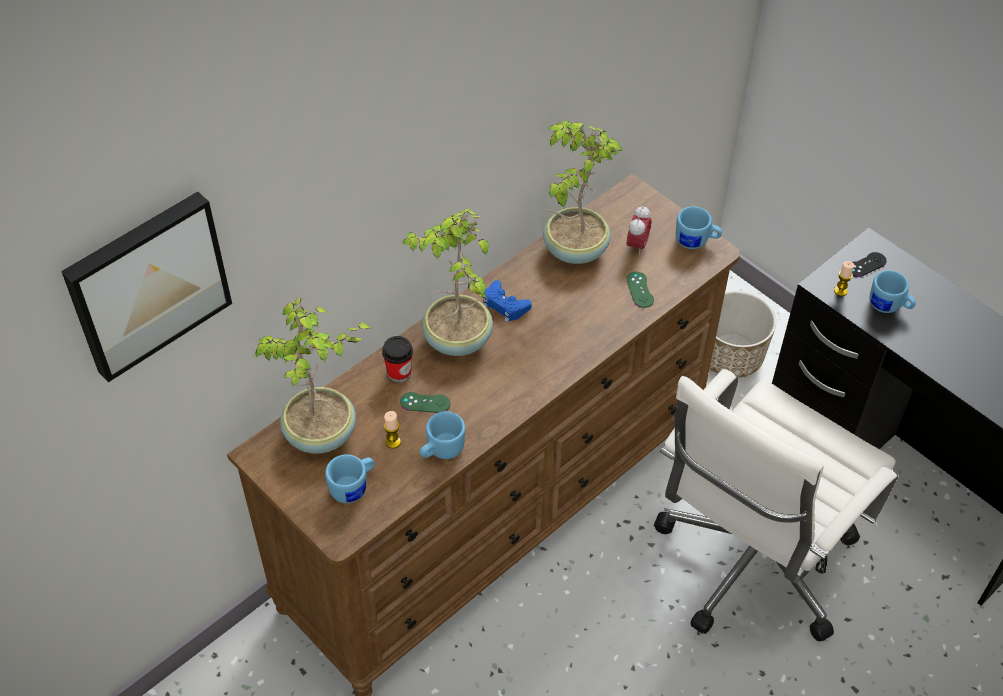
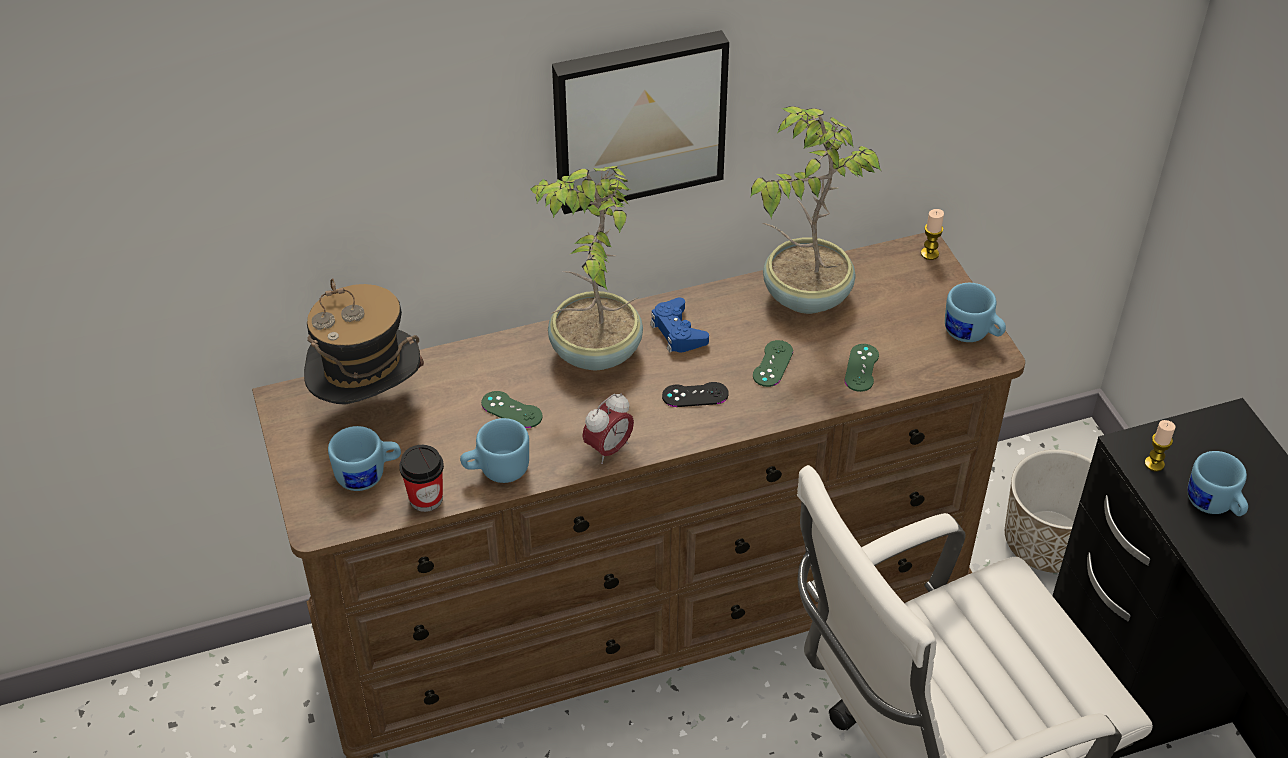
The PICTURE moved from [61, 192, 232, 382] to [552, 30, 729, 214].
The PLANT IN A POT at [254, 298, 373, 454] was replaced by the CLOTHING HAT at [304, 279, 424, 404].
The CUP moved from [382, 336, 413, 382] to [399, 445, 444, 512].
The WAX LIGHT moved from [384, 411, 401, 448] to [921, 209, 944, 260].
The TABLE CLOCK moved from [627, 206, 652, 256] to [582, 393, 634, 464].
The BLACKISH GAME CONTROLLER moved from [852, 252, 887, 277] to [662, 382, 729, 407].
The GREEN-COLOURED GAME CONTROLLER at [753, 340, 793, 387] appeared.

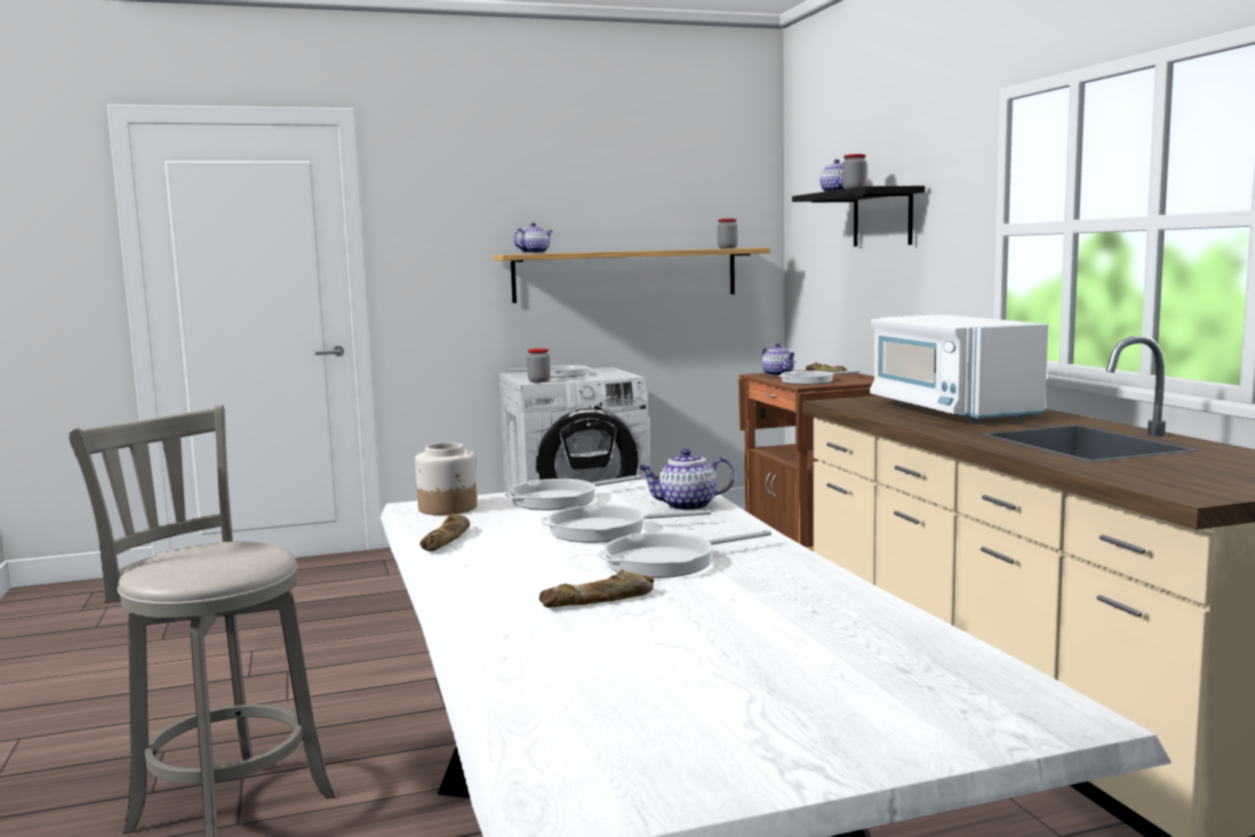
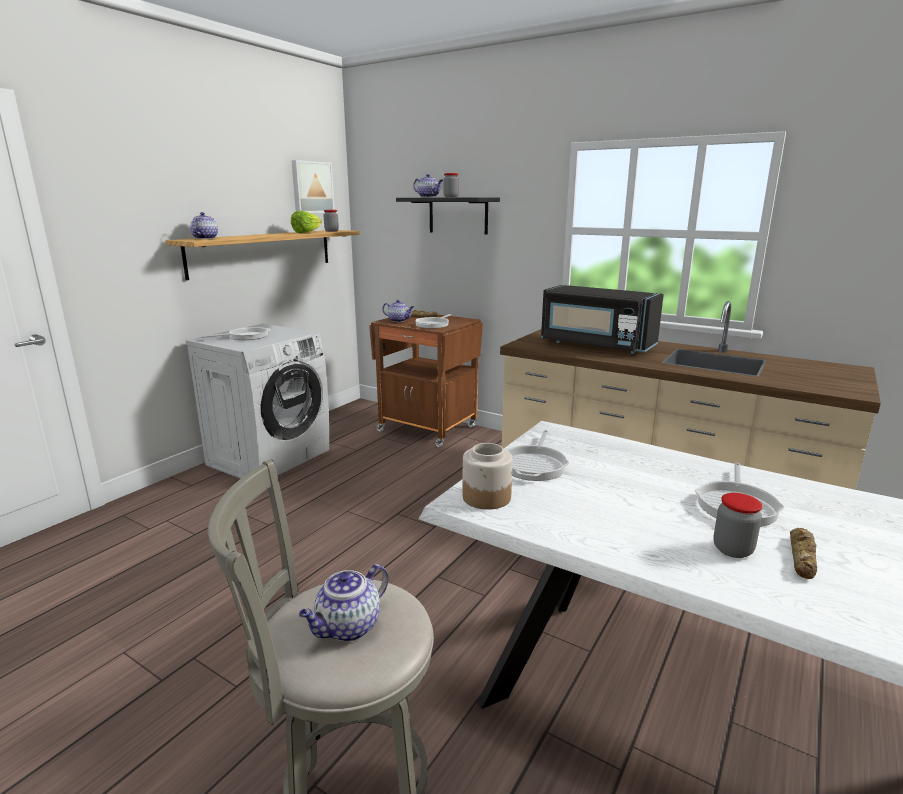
The BREAD at [420, 514, 470, 551] disappeared.
The PRESERVE JAR moved from [527, 348, 550, 383] to [713, 493, 762, 558].
The FRYING PAN at [541, 504, 711, 543] disappeared.
The TEAPOT moved from [638, 449, 735, 511] to [299, 564, 388, 642].
The WHITE KITCHEN MICROWAVE at [870, 315, 1048, 423] became the BLACKISH KITCHEN MICROWAVE at [541, 285, 664, 354].
The PICTURE at [291, 160, 335, 213] appeared.
The LETTUCE HEAD at [291, 211, 322, 233] appeared.

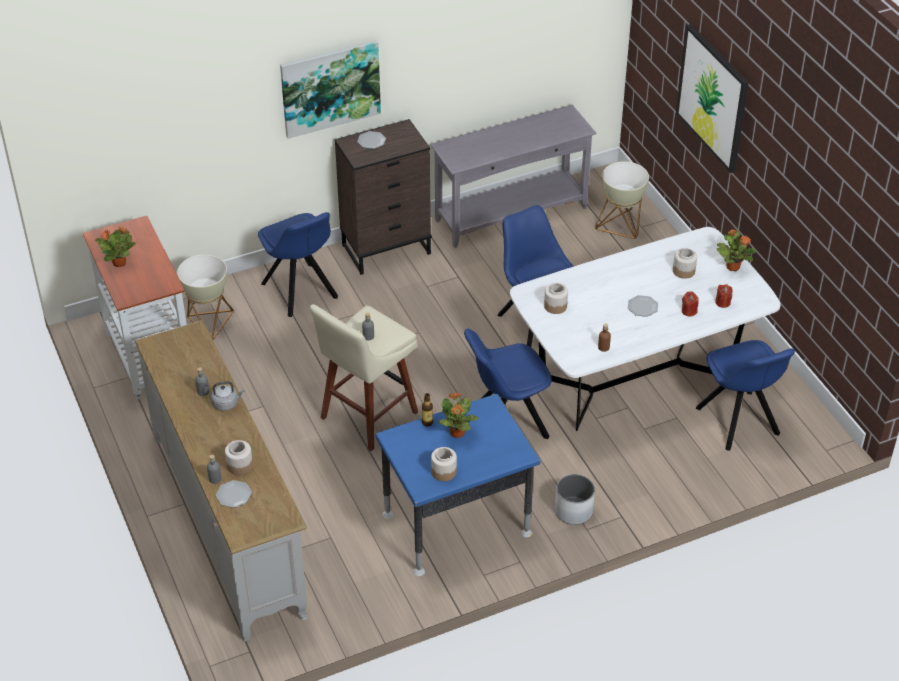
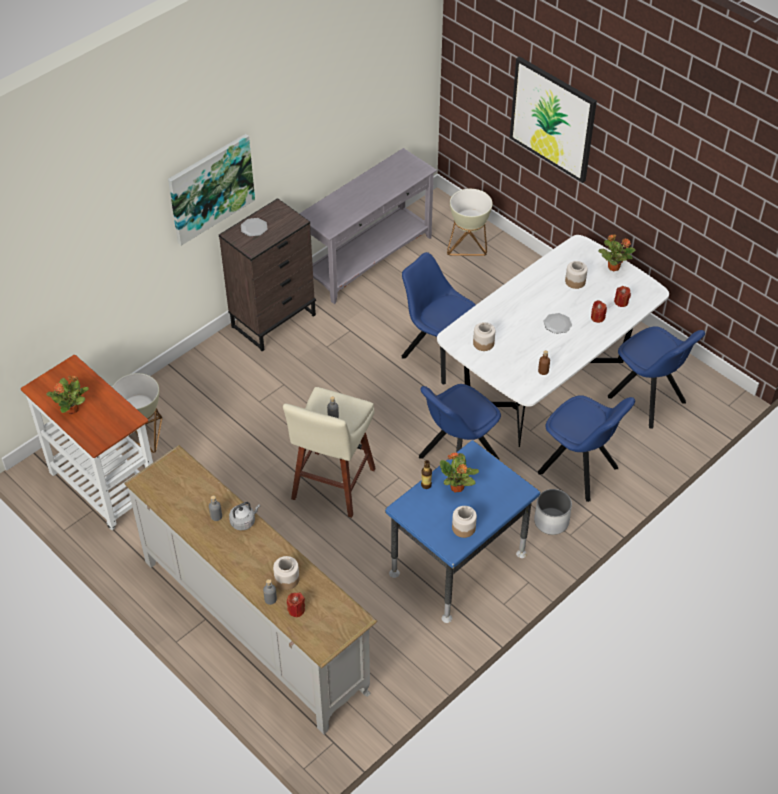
The DINNER PLATE at [216, 480, 252, 508] was replaced by the REDDISH WAX LIGHT at [287, 592, 305, 618].
The BLUE-COLOURED CHAIR moved from [258, 212, 338, 317] to [538, 395, 635, 502].

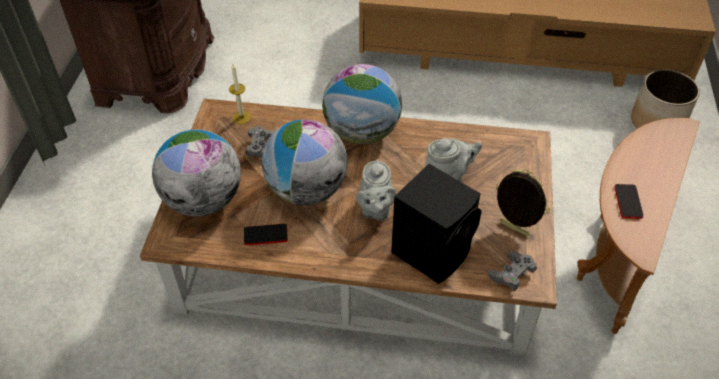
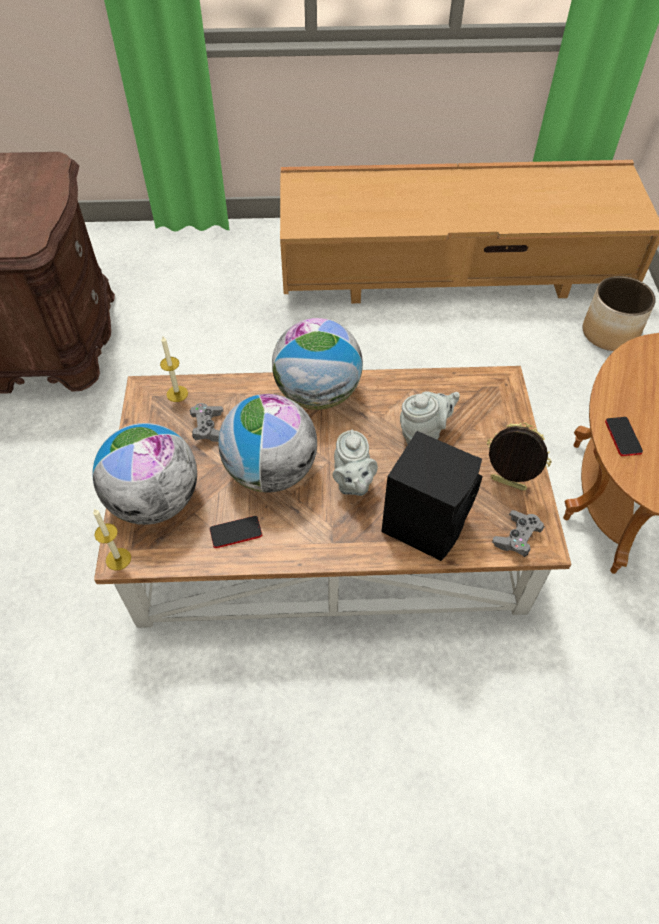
The WAX LIGHT at [93, 509, 131, 570] appeared.

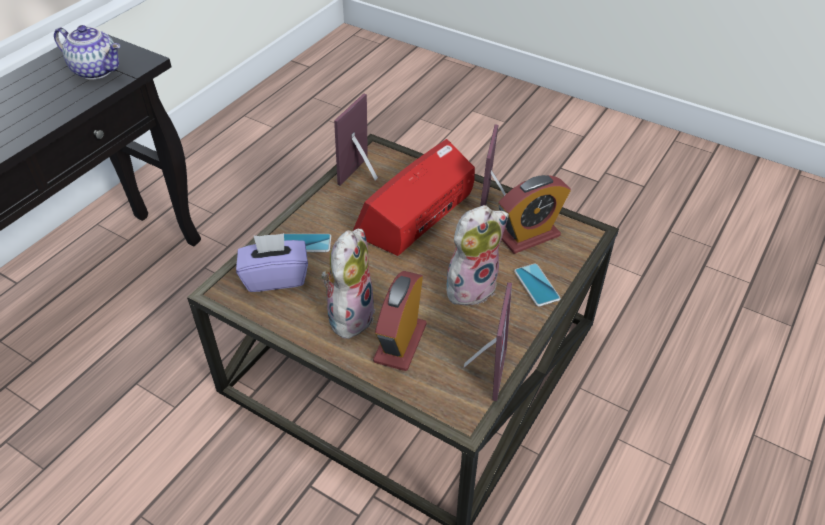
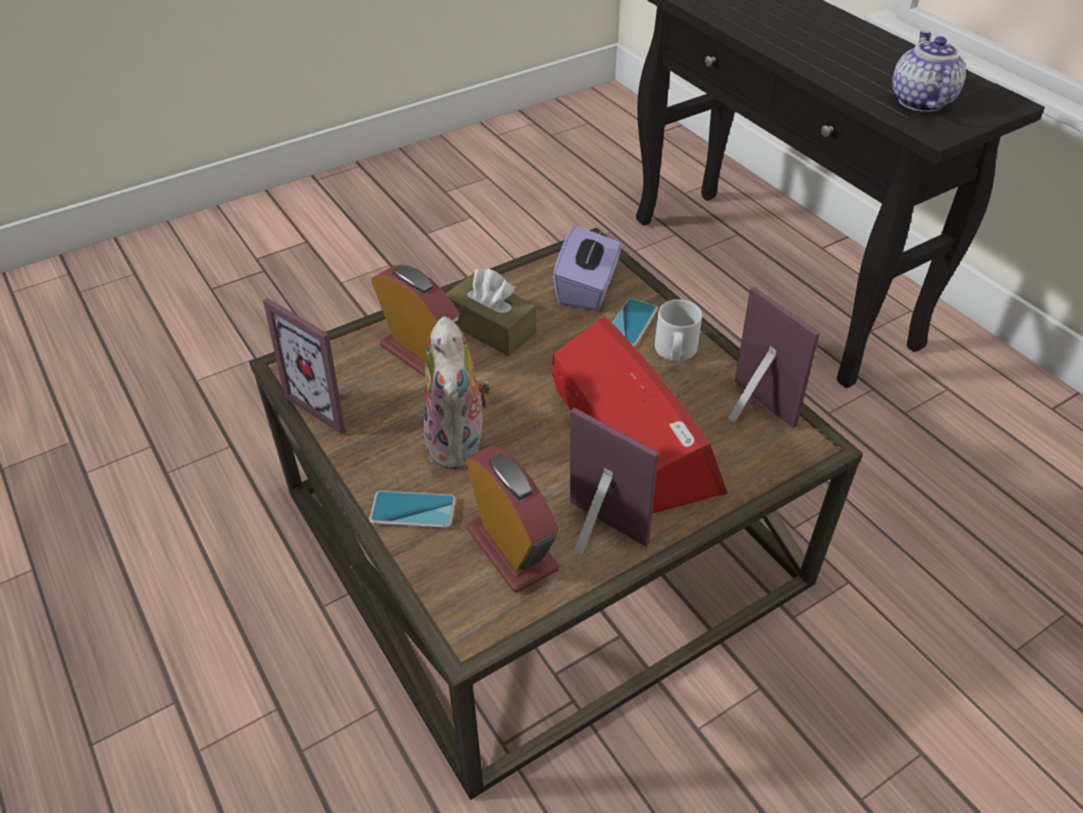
The TEAPOT at [54, 25, 120, 80] turned 135 degrees clockwise.
The SOFT TOY at [321, 229, 375, 339] was replaced by the BROWN BOX OF TISSUES at [445, 269, 536, 356].
The TABLE CLOCK at [498, 175, 571, 254] turned 150 degrees clockwise.
The GREYISH COFFEE MUG at [655, 299, 702, 362] appeared.

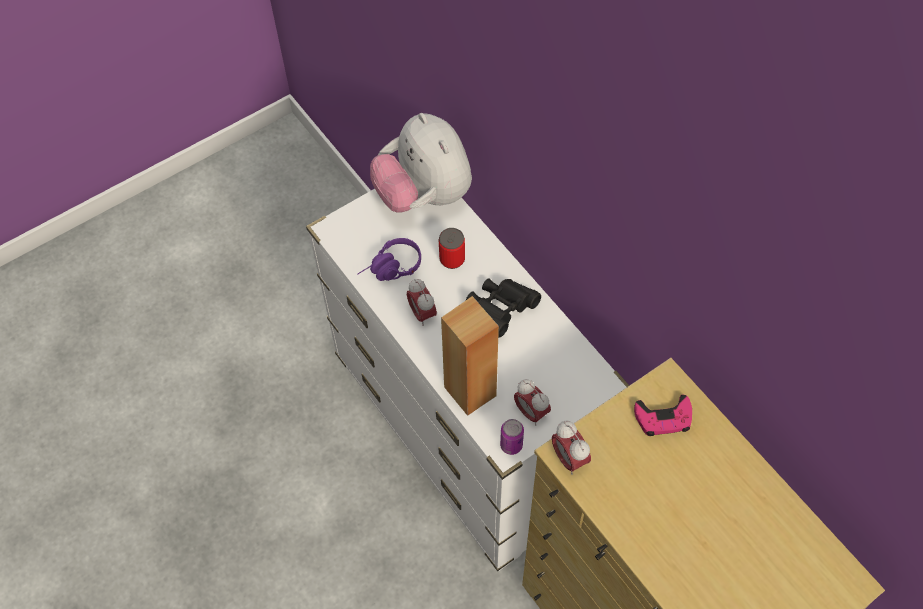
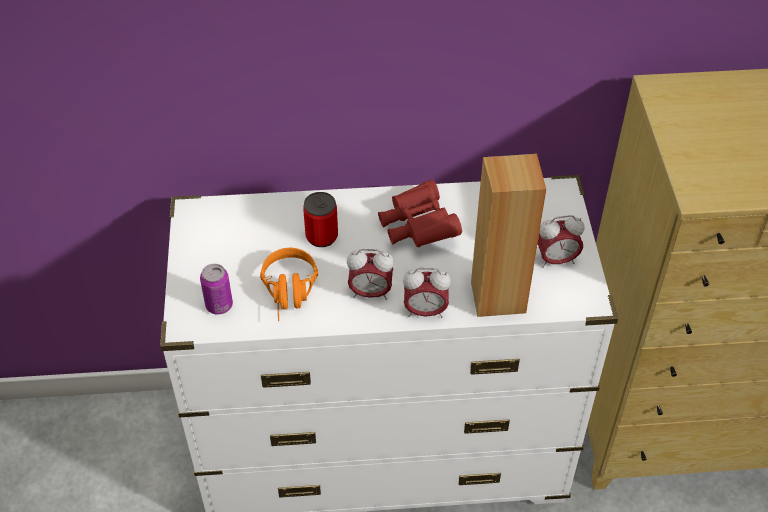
The PURPLE HEADPHONES at [357, 238, 421, 281] became the ORANGE HEADPHONES at [260, 248, 318, 321].
The SOFT TOY at [370, 113, 472, 213] disappeared.
The BLACKISH FIELD GLASSES at [466, 278, 541, 337] became the REDDISH FIELD GLASSES at [378, 180, 462, 247].
The SEALED CAN moved from [500, 419, 524, 455] to [200, 264, 233, 314].
The TABLE CLOCK moved from [552, 421, 591, 475] to [403, 268, 451, 318].
The PINK-COLOURED GAME CONTROLLER at [634, 395, 692, 436] disappeared.

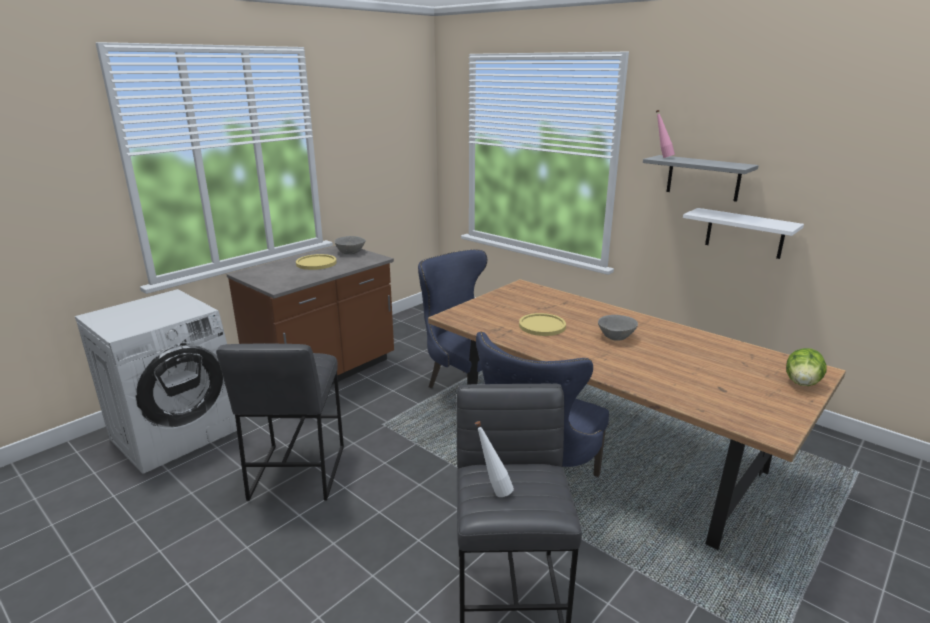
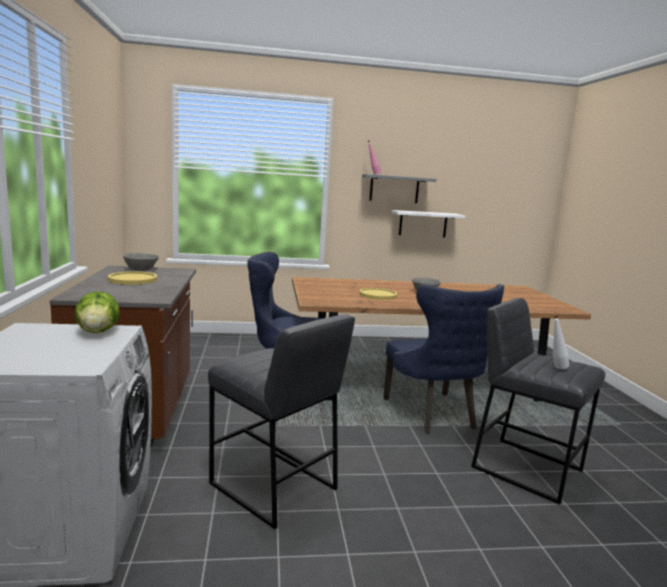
The LETTUCE HEAD moved from [786, 348, 827, 386] to [75, 291, 120, 333].

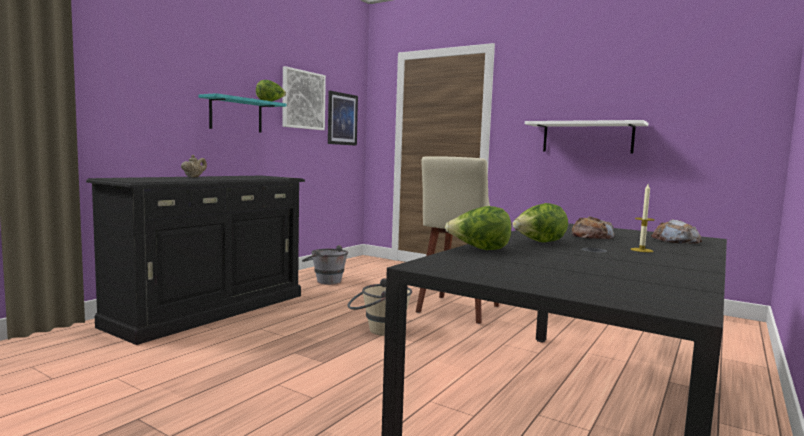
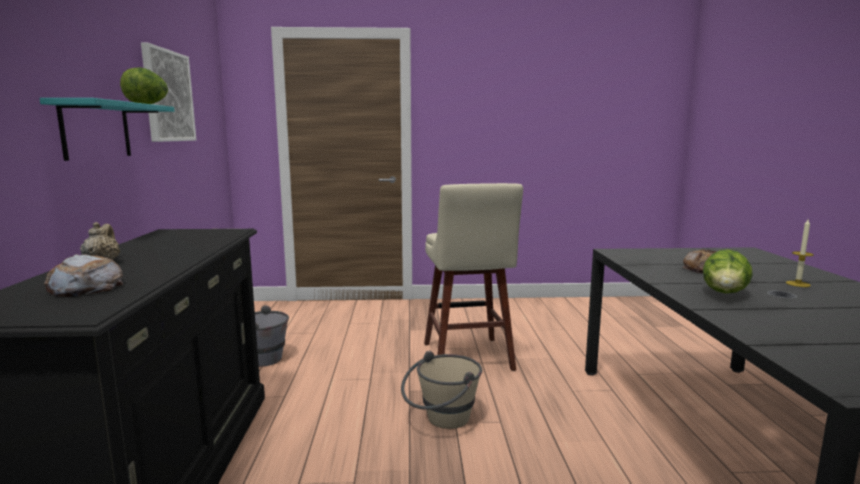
The PICTURE at [328, 91, 358, 146] disappeared.
The LETTUCE HEAD at [445, 206, 511, 250] disappeared.
The WHITE WALL SHELF at [525, 120, 648, 154] disappeared.
The BREAD moved from [651, 219, 702, 244] to [44, 254, 123, 297].

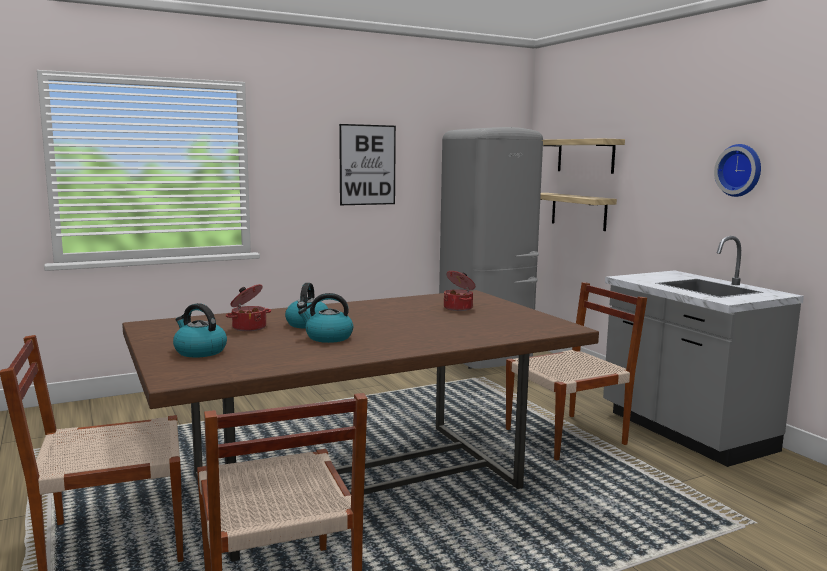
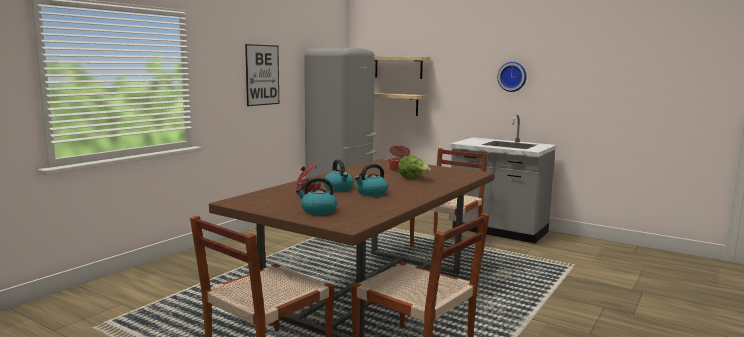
The LETTUCE HEAD at [398, 156, 431, 179] appeared.

